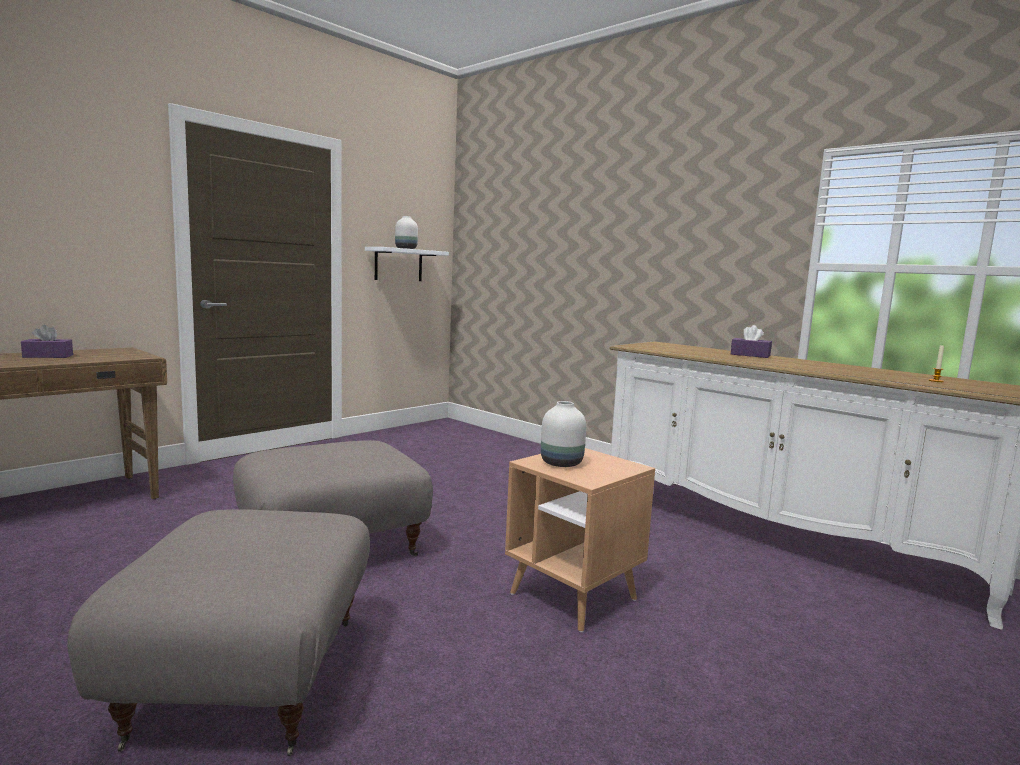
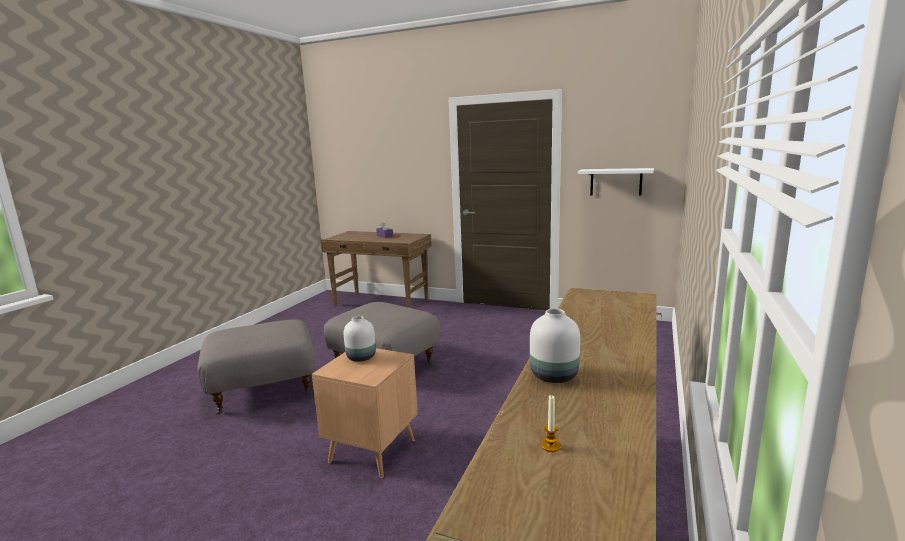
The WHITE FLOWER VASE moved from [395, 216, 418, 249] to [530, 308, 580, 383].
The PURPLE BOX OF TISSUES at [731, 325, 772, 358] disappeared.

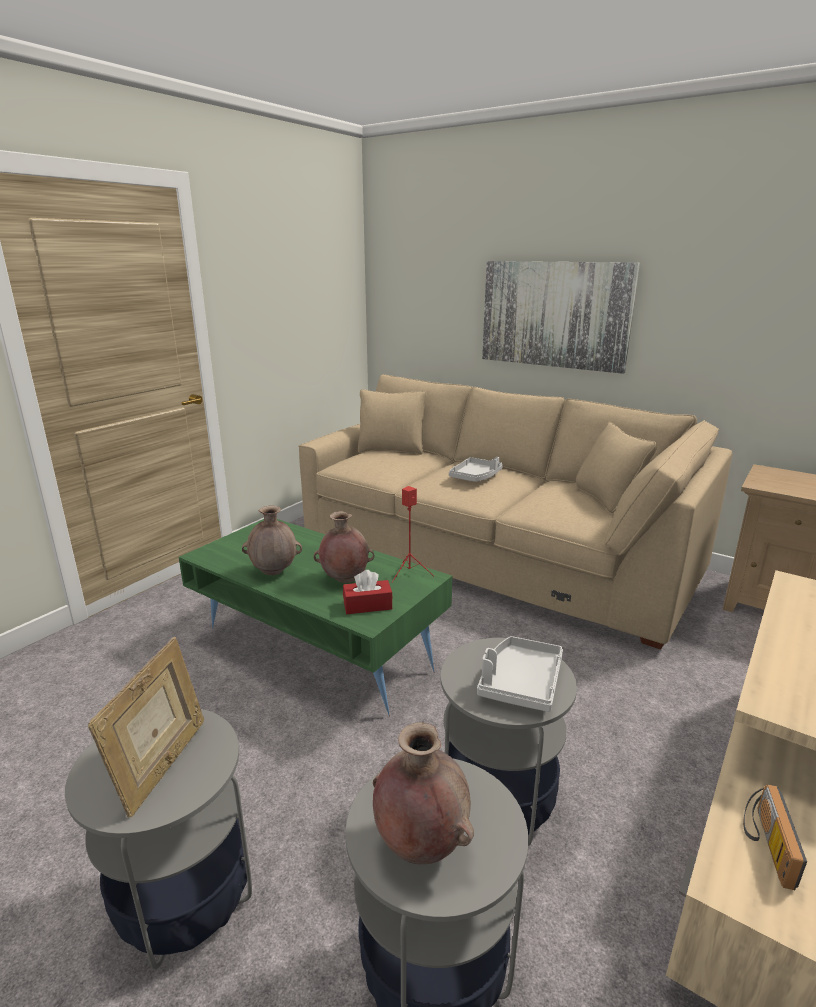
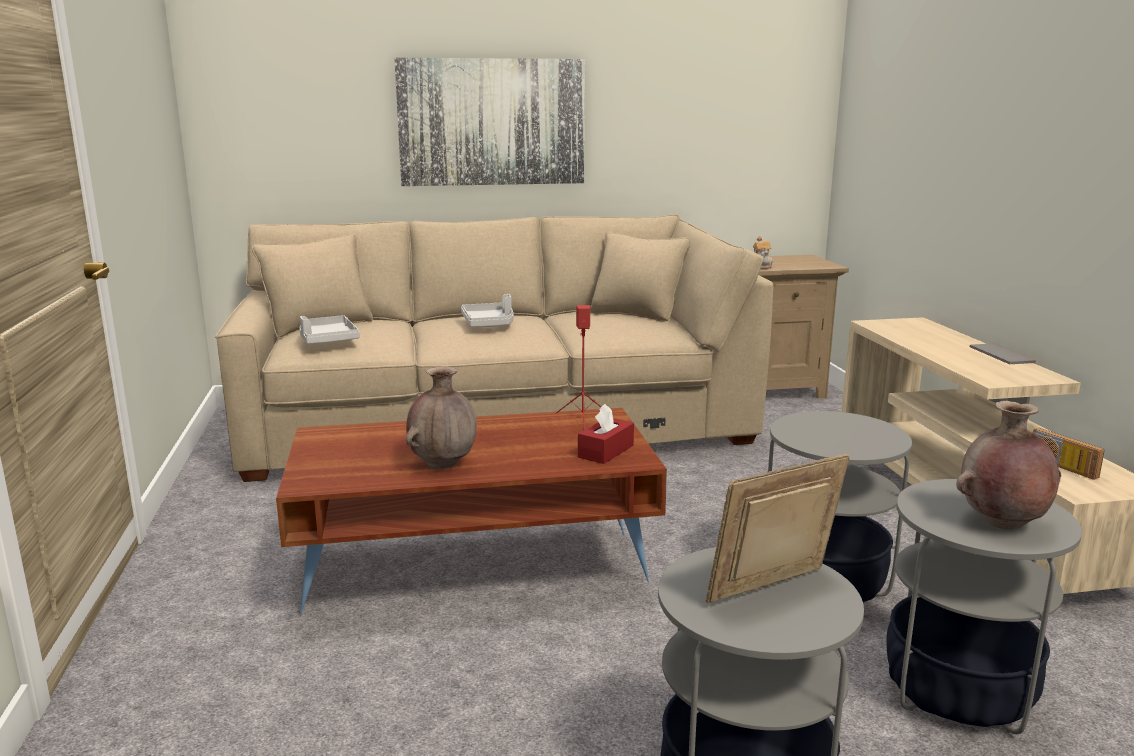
The PHOTO FRAME at [88, 637, 204, 818] turned 90 degrees counterclockwise.
The GREEN-COLOURED LOW TABLE at [179, 519, 452, 717] became the BROWN LOW TABLE at [276, 408, 667, 616].
The BROWN FLOWER VASE at [313, 511, 374, 583] disappeared.
The GREYISH CARRYING TRAY moved from [477, 636, 563, 712] to [300, 315, 360, 344].
The TEAPOT at [753, 236, 773, 269] appeared.

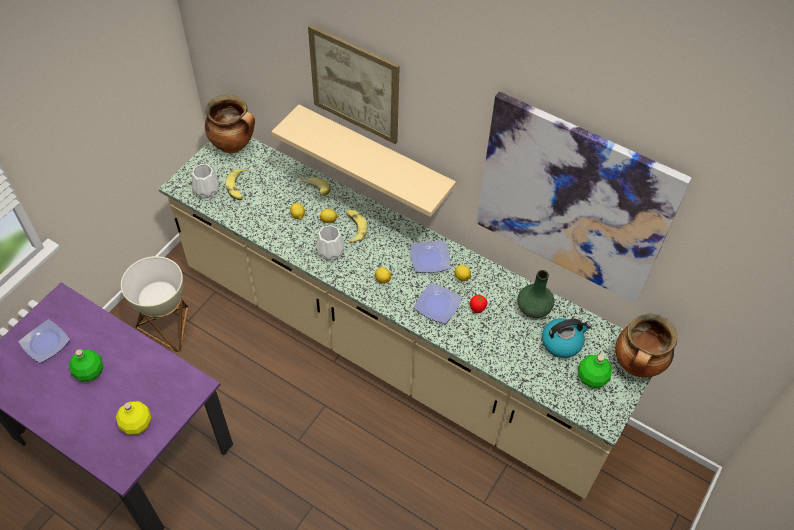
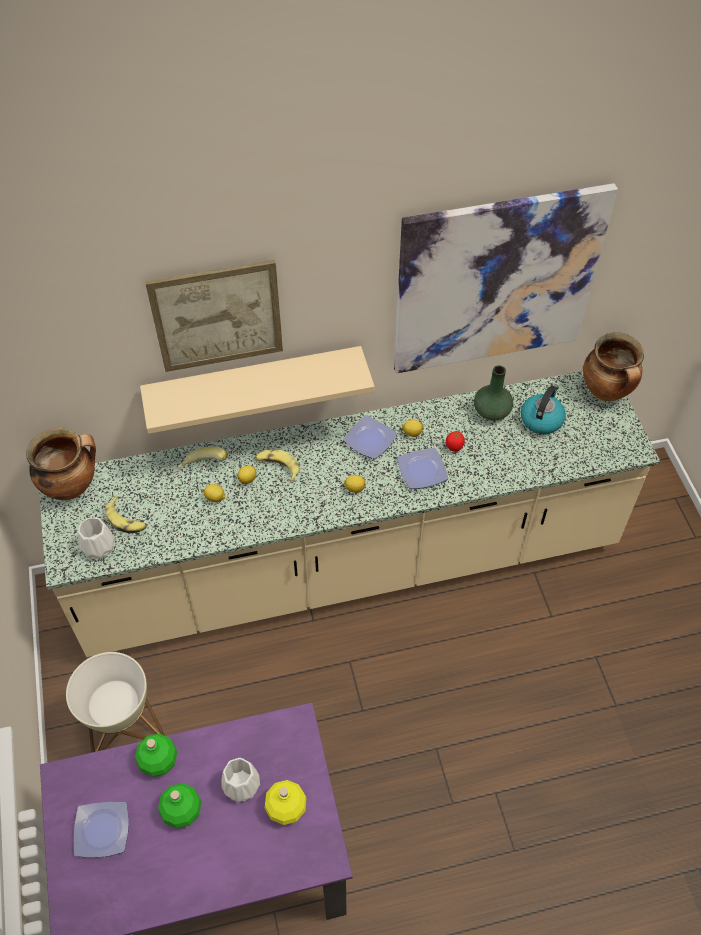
The WHITE FLOWER VASE moved from [316, 225, 344, 260] to [221, 758, 260, 802].
The GREEN-COLOURED BOTTLE moved from [578, 355, 612, 388] to [135, 733, 177, 777].

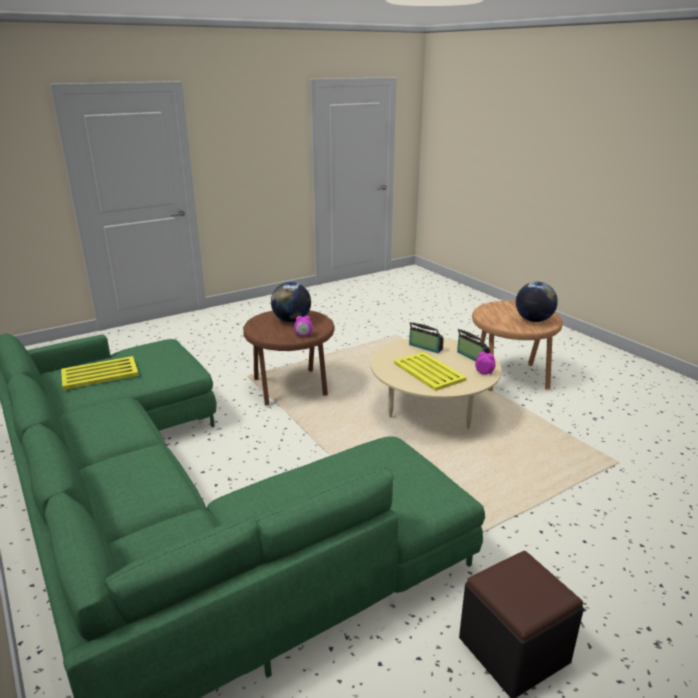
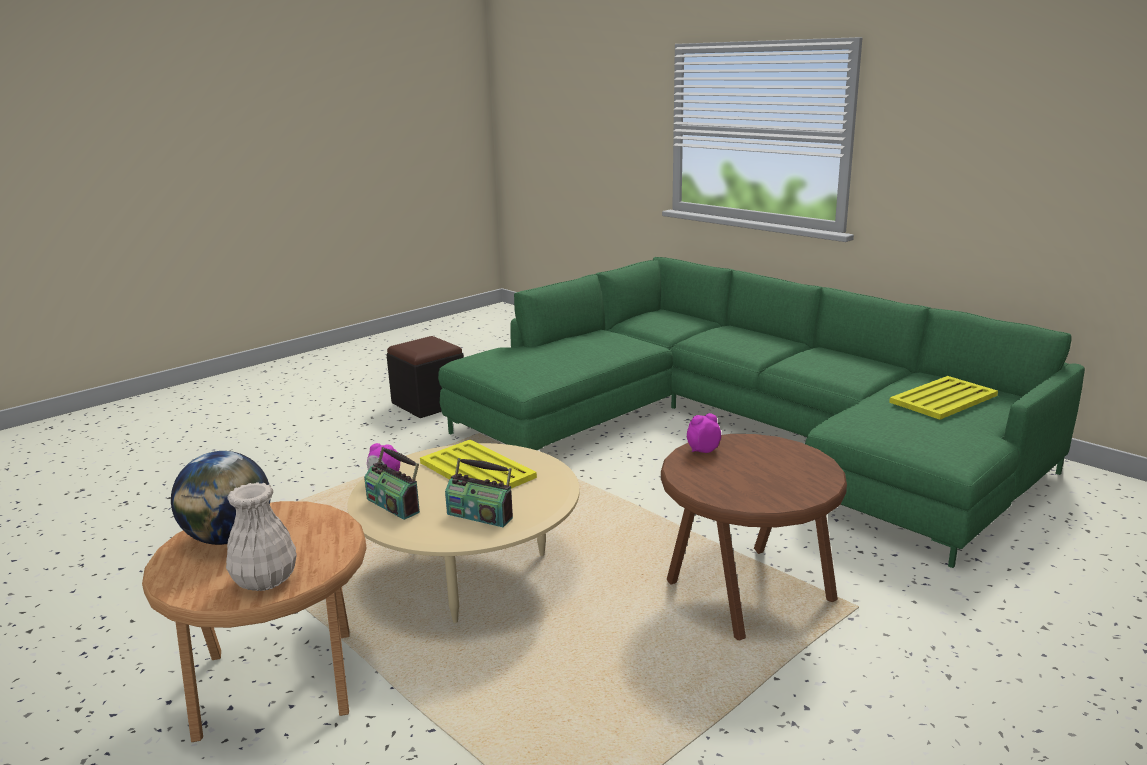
The GLOBE at [271, 282, 311, 322] disappeared.
The WHITE FLOWER VASE at [226, 482, 297, 591] appeared.

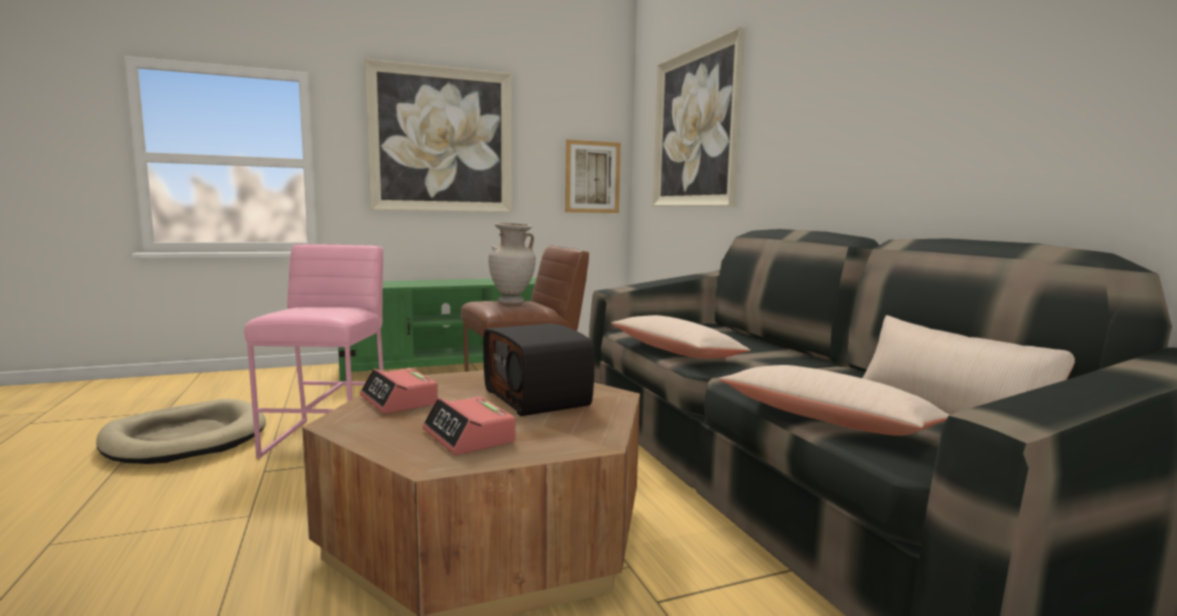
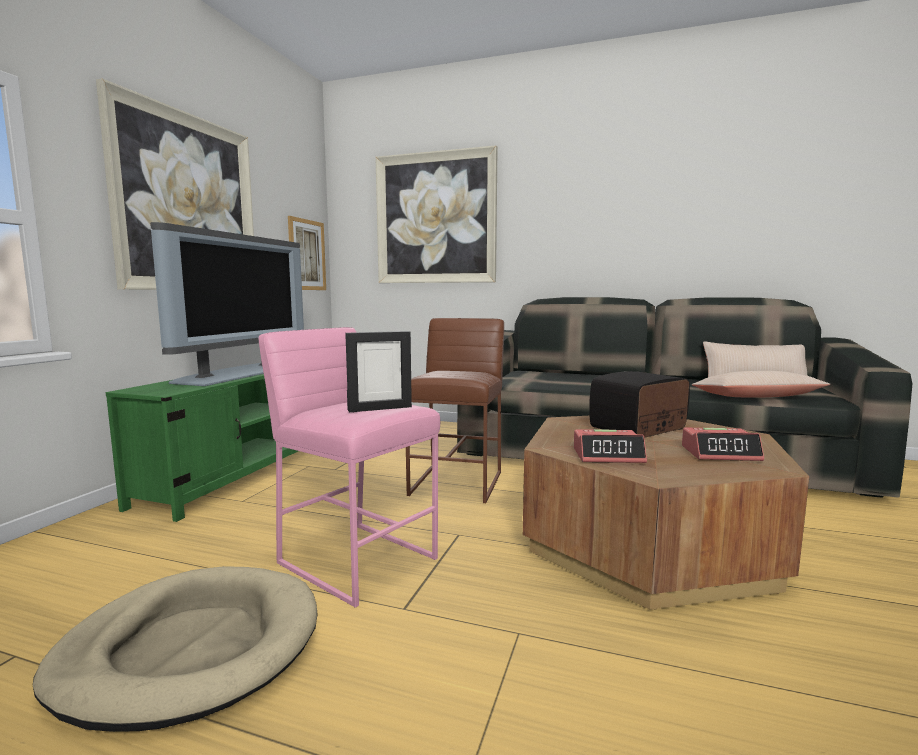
The RADIO at [483, 323, 594, 416] turned 135 degrees clockwise.
The BEIGE-COLOURED FLOWER VASE at [488, 223, 536, 304] disappeared.
The BEIGE-COLOURED PILLOW at [611, 315, 751, 359] disappeared.
The TV SET at [150, 222, 304, 386] appeared.
The PHOTO FRAME at [345, 331, 412, 412] appeared.

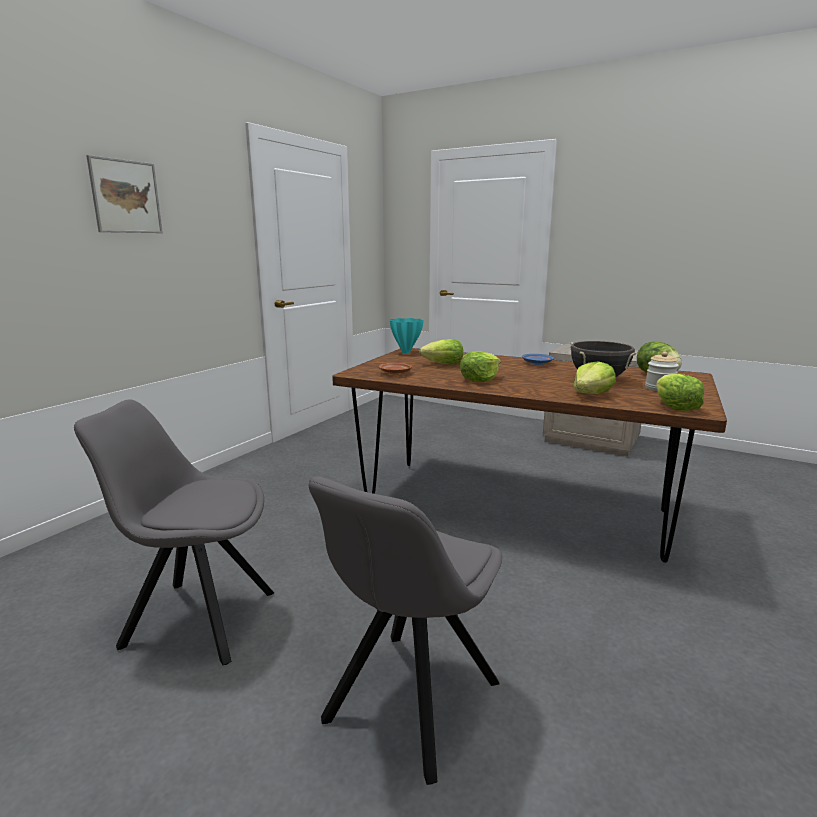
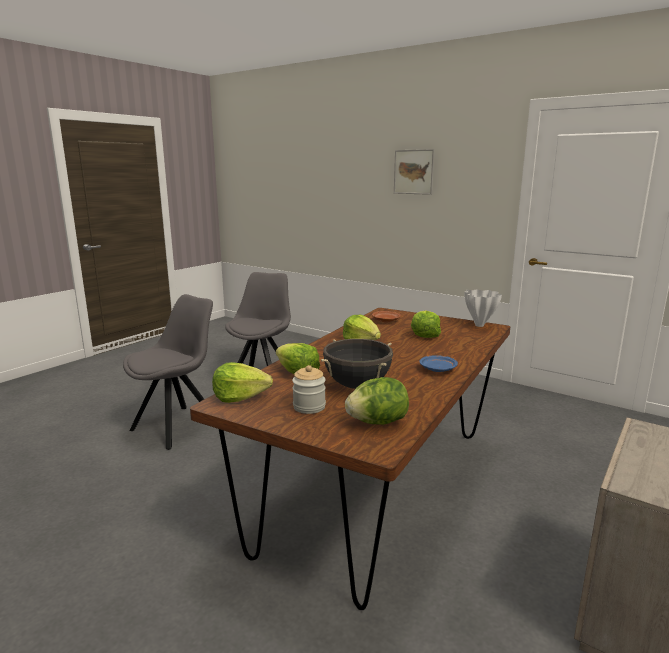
The GREYISH CHAIR at [309, 476, 502, 785] turned 90 degrees clockwise.
The TURQUOISE-COLOURED FLOWER VASE at [390, 318, 424, 353] became the WHITE FLOWER VASE at [464, 289, 502, 327].

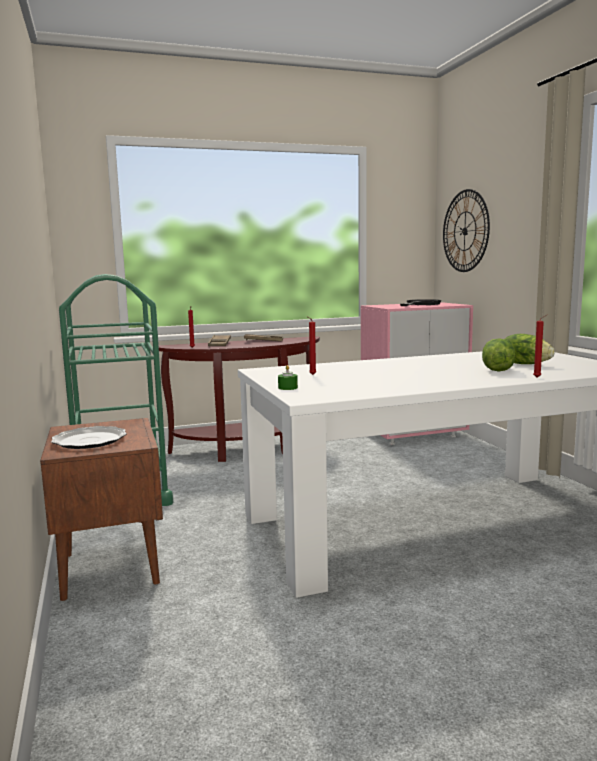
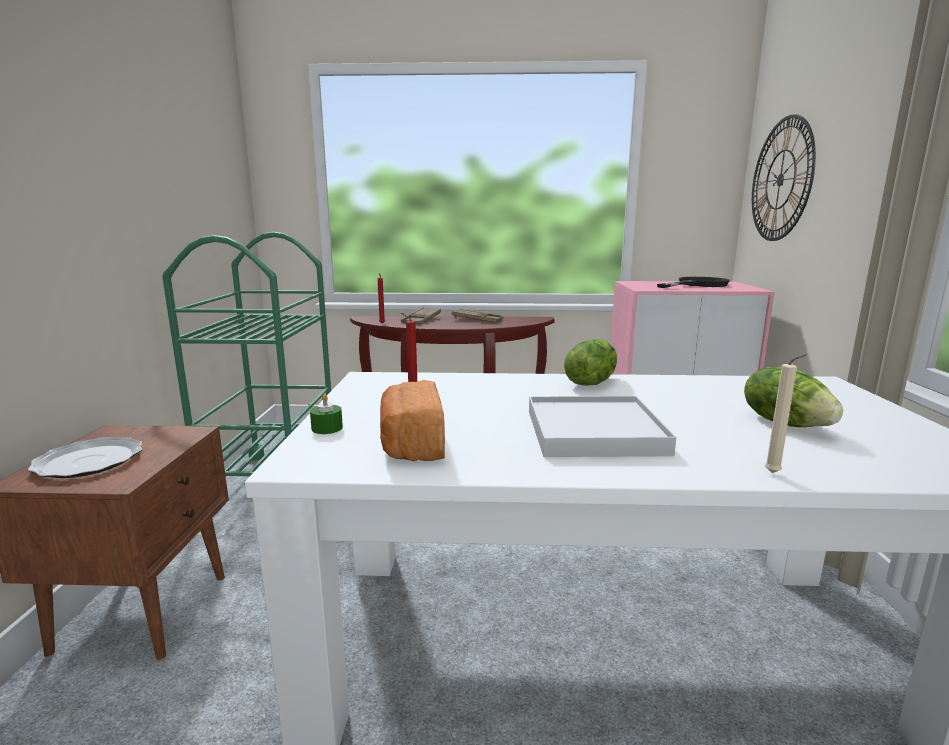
The LETTUCE HEAD moved from [482, 338, 516, 372] to [564, 339, 617, 386].
The REDDISH WAX LIGHT at [533, 315, 547, 378] became the BEIGE-COLOURED WAX LIGHT at [765, 354, 808, 473].
The BREAD at [380, 380, 445, 461] appeared.
The WHITE CARRYING TRAY at [529, 396, 677, 457] appeared.

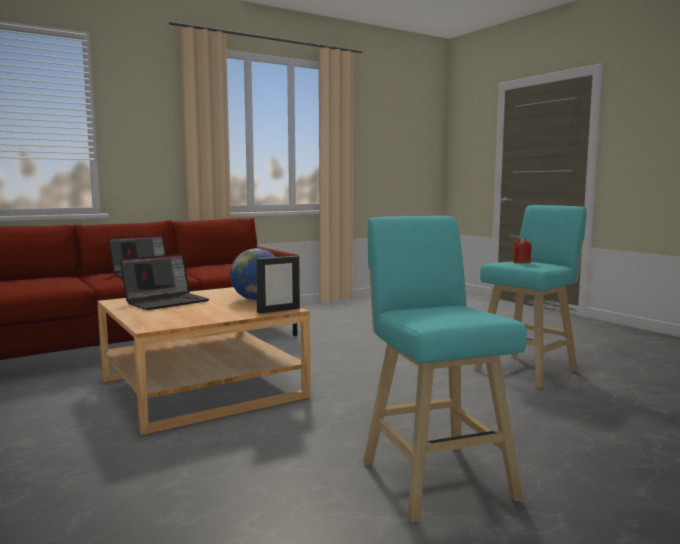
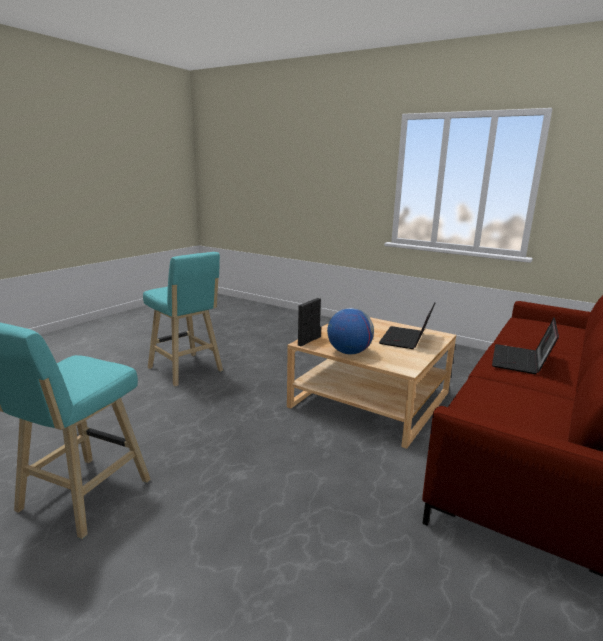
The REDDISH WAX LIGHT at [513, 238, 532, 263] disappeared.

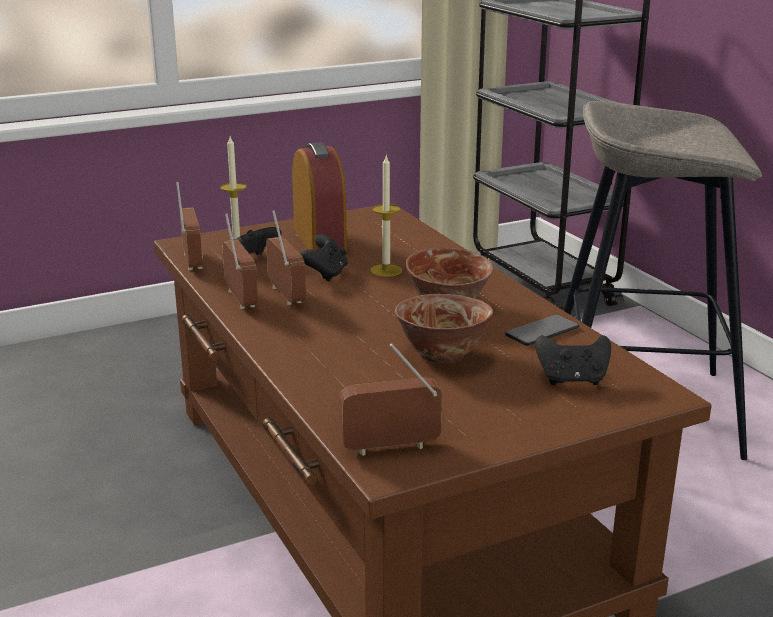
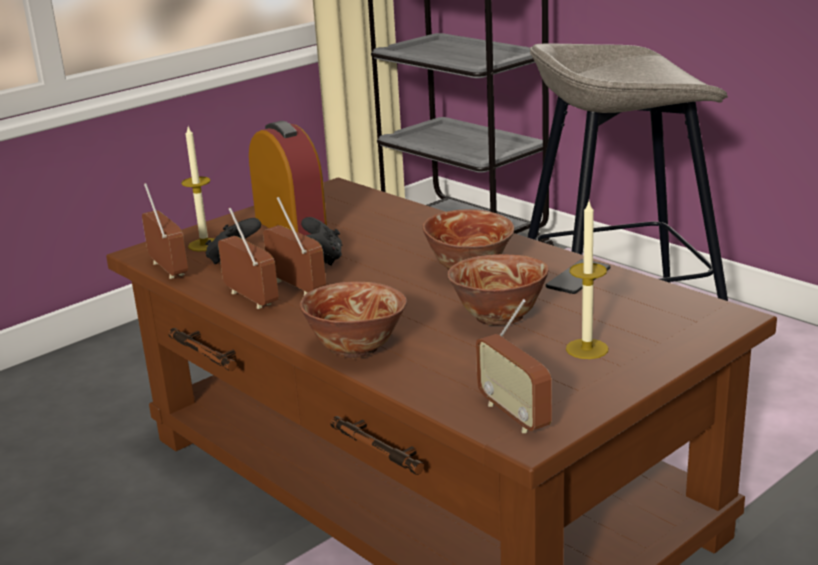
The RADIO at [339, 343, 442, 456] turned 90 degrees counterclockwise.
The WAX LIGHT moved from [370, 156, 402, 277] to [566, 202, 608, 359].
The BLACKISH GAME CONTROLLER at [535, 335, 611, 385] disappeared.
The BOWL at [300, 281, 407, 358] appeared.

